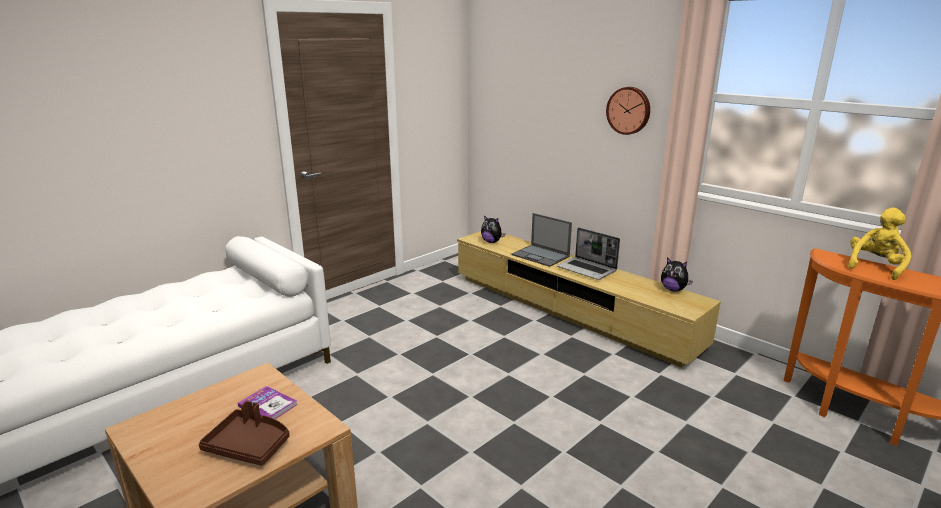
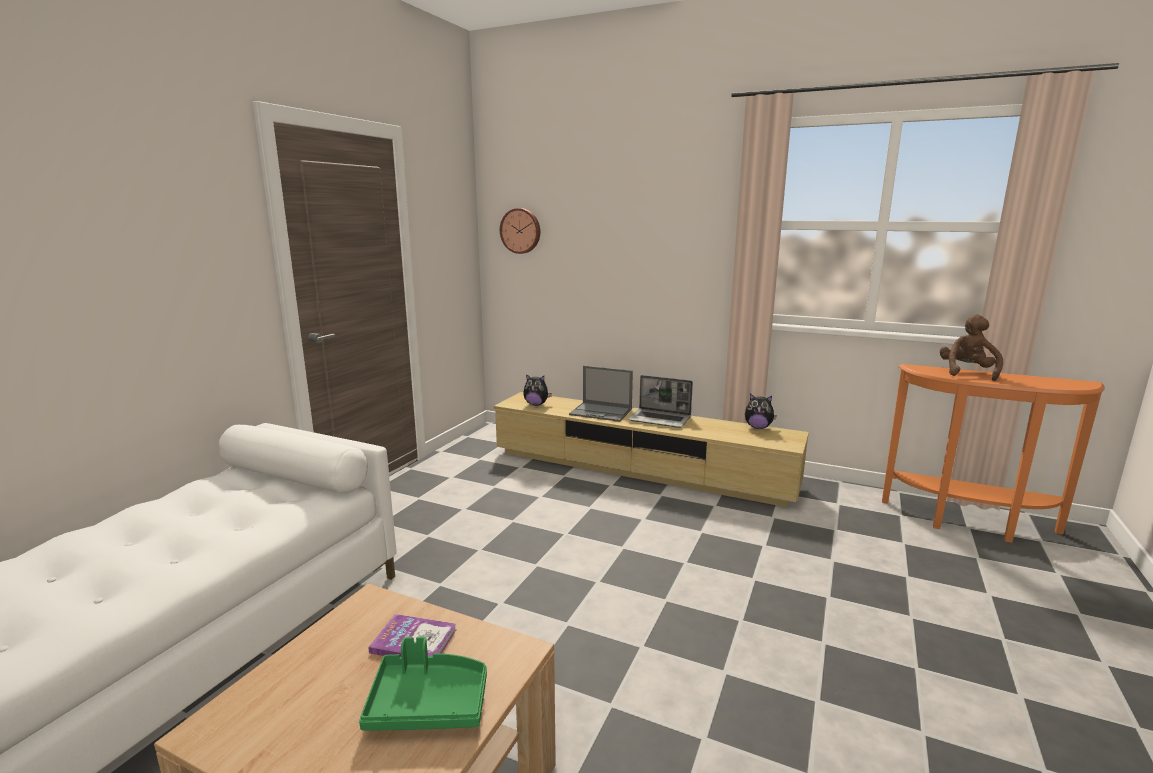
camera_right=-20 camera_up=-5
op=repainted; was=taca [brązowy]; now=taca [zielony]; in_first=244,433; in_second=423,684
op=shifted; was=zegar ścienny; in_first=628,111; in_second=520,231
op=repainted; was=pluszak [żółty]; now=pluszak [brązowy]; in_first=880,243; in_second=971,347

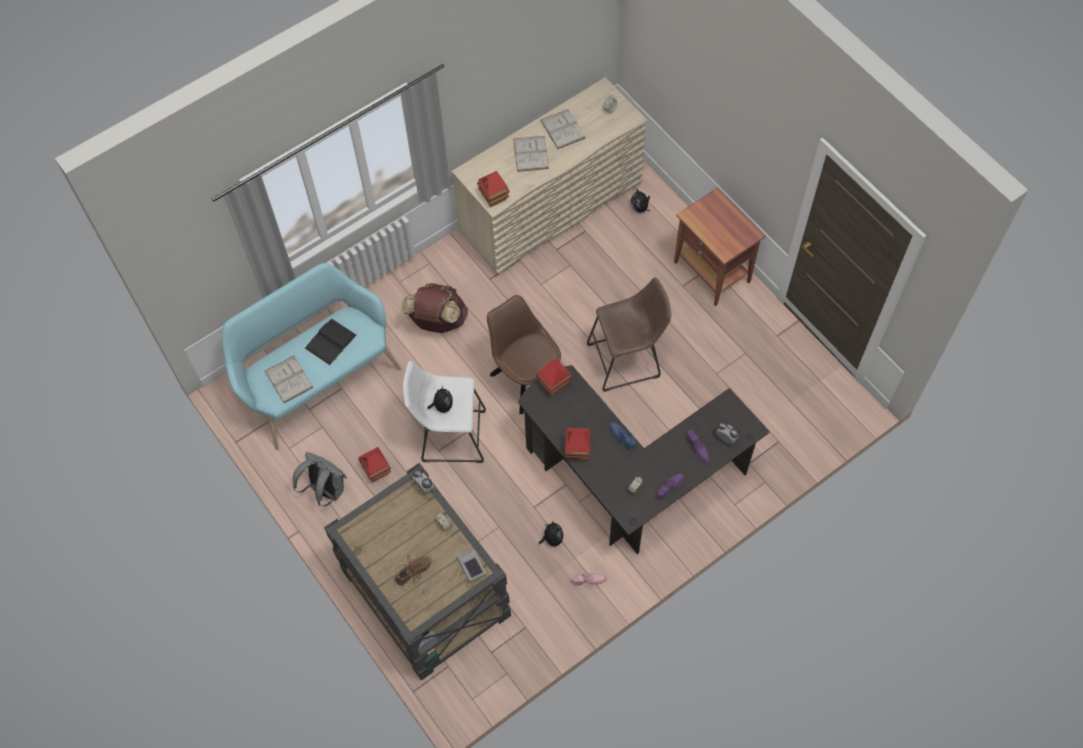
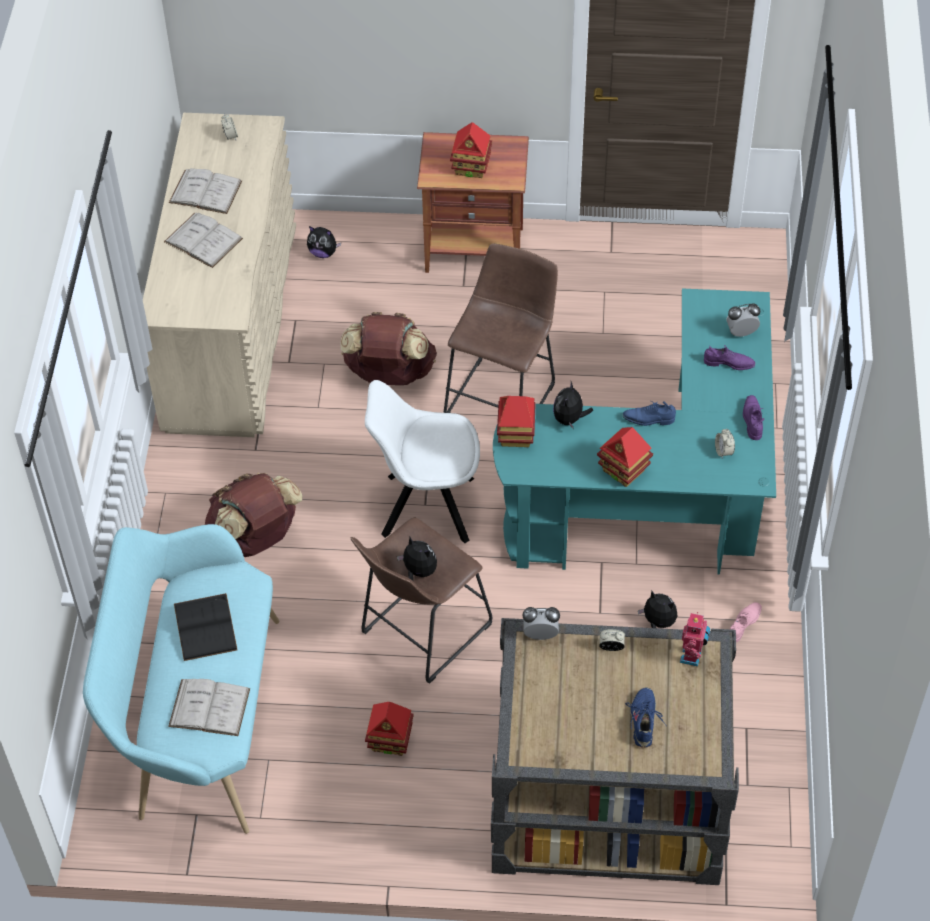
camera_right=-50 camera_up=-10
op=new; now=plecak [brązowy]; in_second=389,348
op=repainted; was=stołek [biały]; now=stołek [brązowy]; in_first=444,412; in_second=422,601
op=repainted; was=krzesło [brązowy]; now=krzesło [biały]; in_first=524,354; in_second=422,461
op=shifted; was=domek; in_first=493,189; in_second=471,150
op=repainted; was=biurko [czarny]; now=biurko [turkusowy]; in_first=644,459; in_second=634,431
op=new; now=pluszak; in_second=573,404
op=repainted; was=but [brązowy]; now=but [niebieski]; in_first=413,570; in_second=645,718
op=swapped; was=książka; now=robot zabawkowy; in_first=471,565; in_second=695,639
op=gone; was=plecak [szary]; in_first=320,479

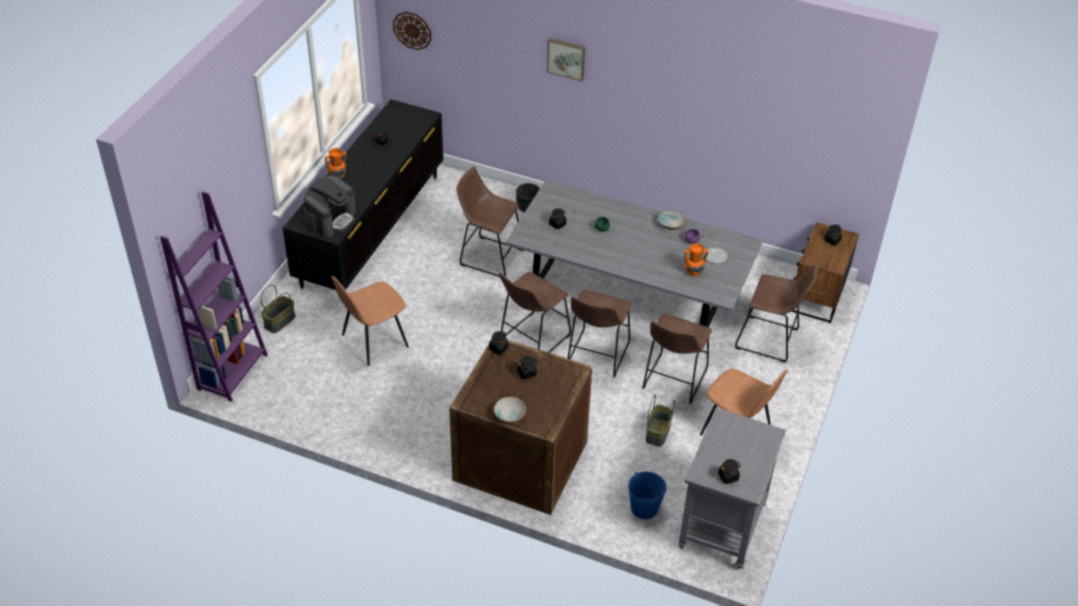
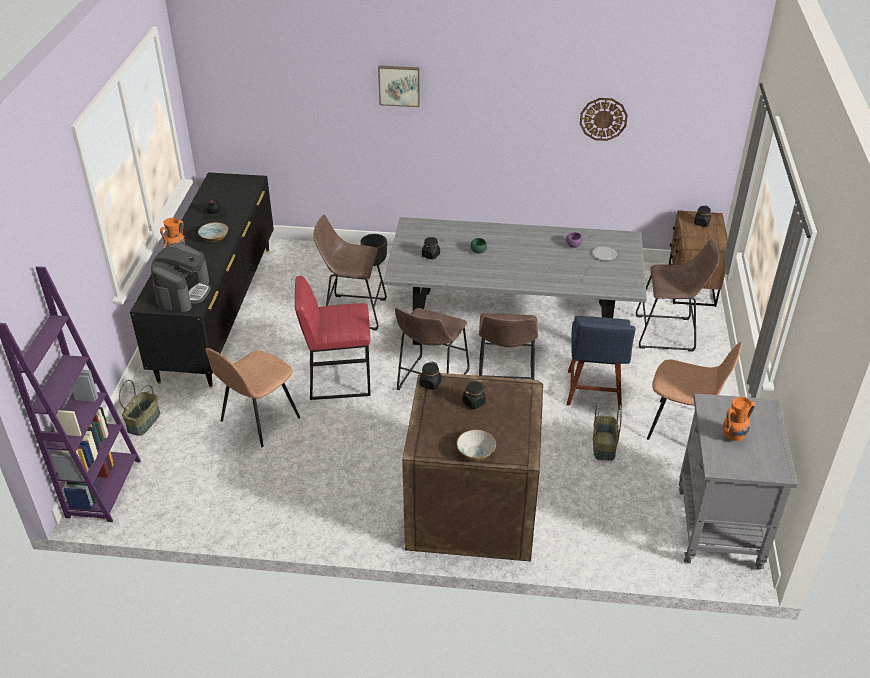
camera_right=-15 camera_up=-5
op=shifted; was=miska; in_first=672,220; in_second=213,232
op=new; now=krzesło [czerwony]; in_second=333,338
op=swapped; was=stołek [brązowy]; now=krzesło [niebieski]; in_first=677,359; in_second=601,363
op=shifted; was=zegar ścienny; in_first=412,31; in_second=604,119
op=shifted; was=wazon [pomarańczowy]; in_first=696,260; in_second=739,419
op=gone; was=wiadro [niebieski]; in_first=647,495
op=gone; was=słoik [czarny]; in_first=729,471

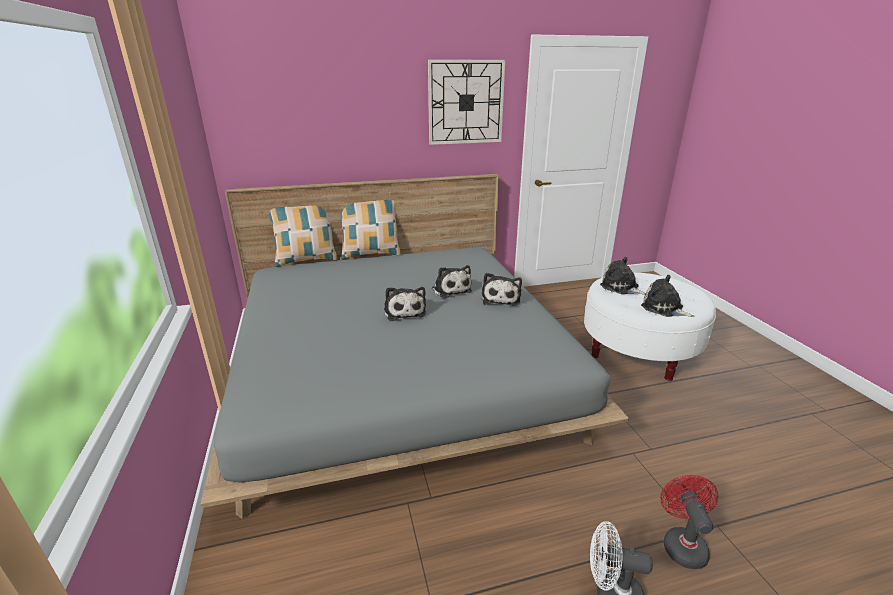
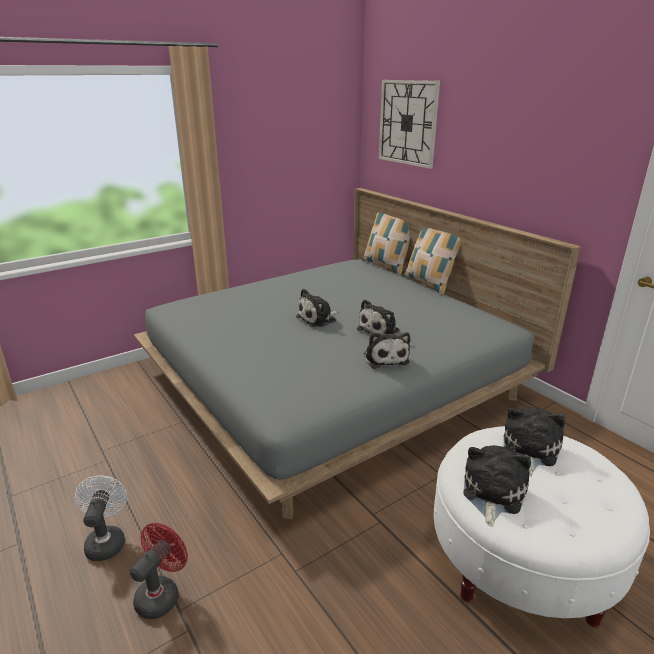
camera_right=70 camera_up=0
op=rotated; was=wentylator [czerwony]; in_first=689,522; in_second=159,571; clockwise=-45
op=rotated; was=pluszak; in_first=502,289; in_second=386,350; clockwise=-90
op=shifted; was=zegar ścienny; in_first=466,102; in_second=409,124

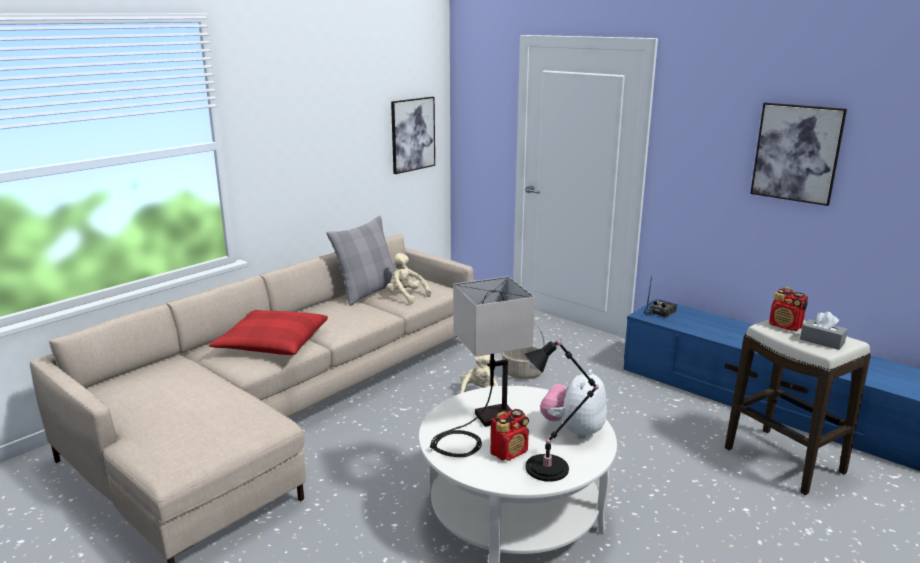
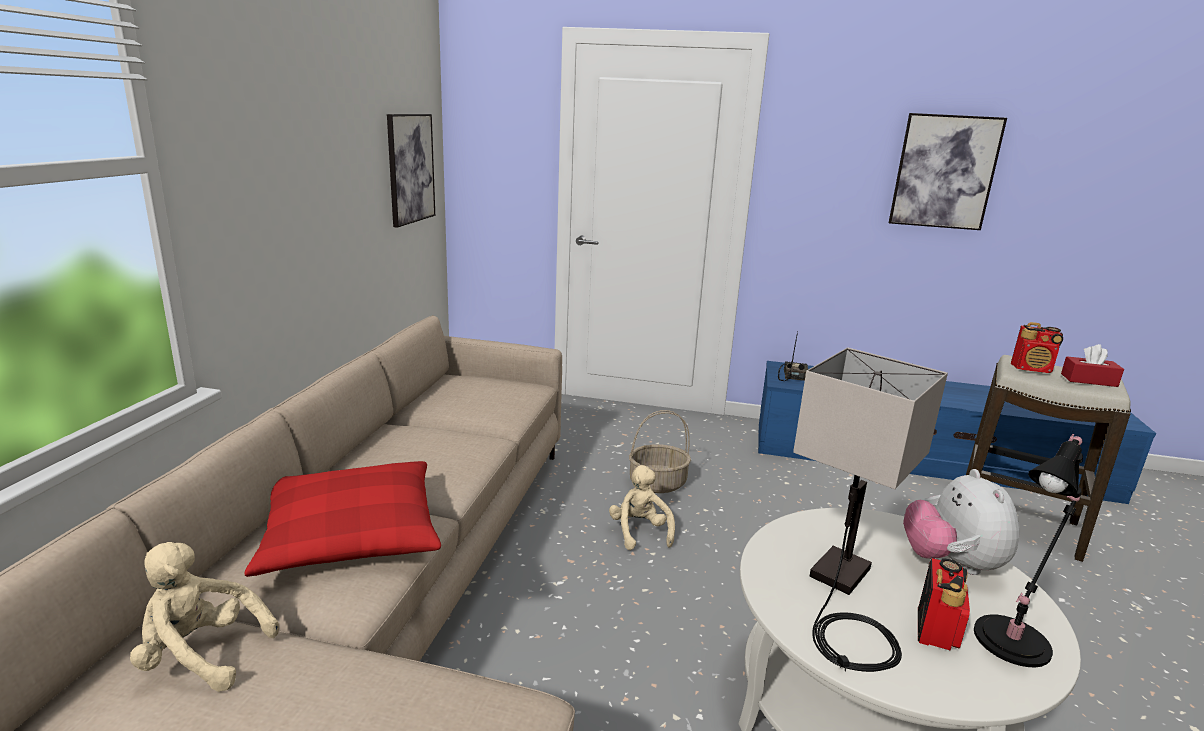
camera_right=-30 camera_up=0
op=shifted; was=pluszak [beżowy]; in_first=409,278; in_second=204,617
op=repainted; was=pudełko chusteczek [szary]; now=pudełko chusteczek [czerwony]; in_first=824,331; in_second=1092,365
op=gone; was=poduszka [szary]; in_first=360,261

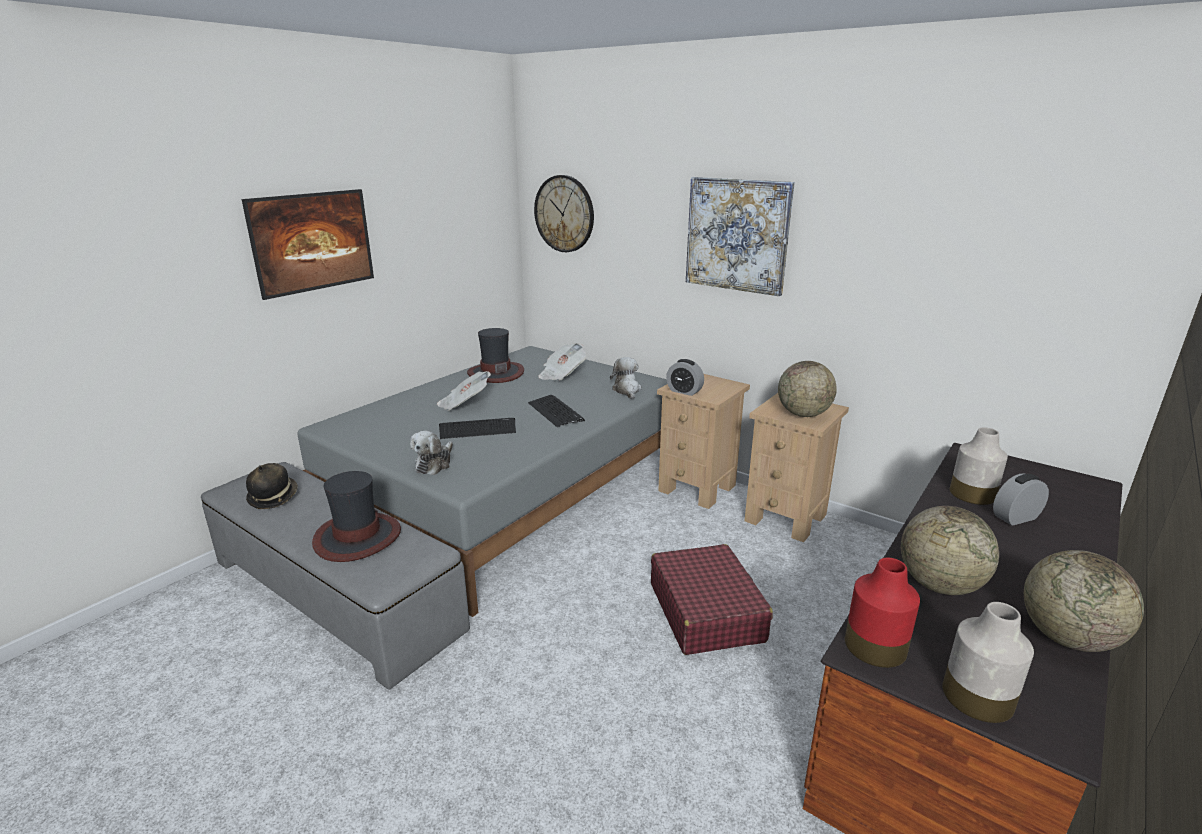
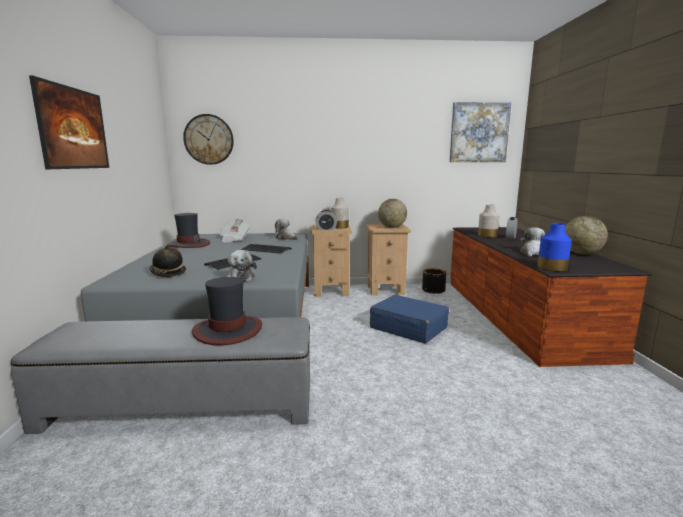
camera_right=-40 camera_up=-10
op=shifted; was=kapelusz; in_first=272,486; in_second=168,261
op=shifted; was=wazon [beżowy]; in_first=988,662; in_second=340,213
op=repainted; was=walizka [czerwony]; now=walizka [niebieski]; in_first=712,599; in_second=409,319
op=new; now=donica [czarny]; in_second=434,281
op=shifted; was=obraz; in_first=740,236; in_second=480,132
op=swapped; was=globus; now=pluszak; in_first=950,550; in_second=532,241
op=repainted; was=wazon [czerwony]; now=wazon [niebieski]; in_first=882,613; in_second=554,247
op=gone; was=gazeta; in_first=464,391

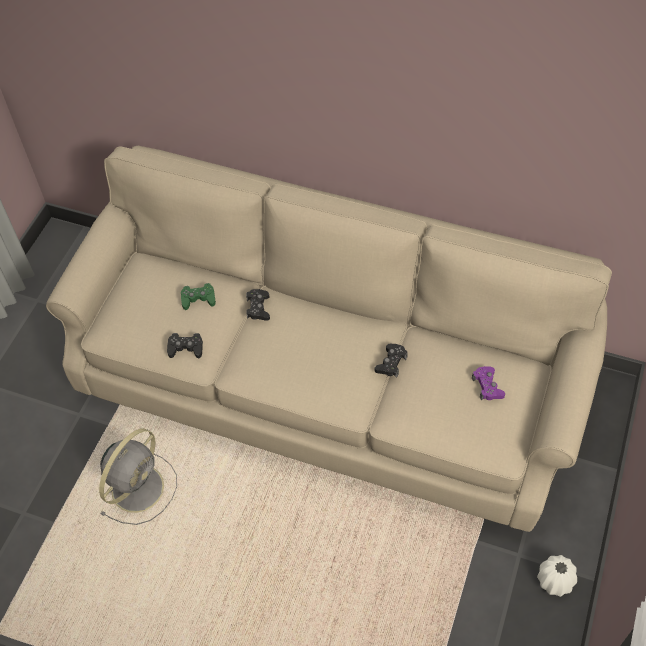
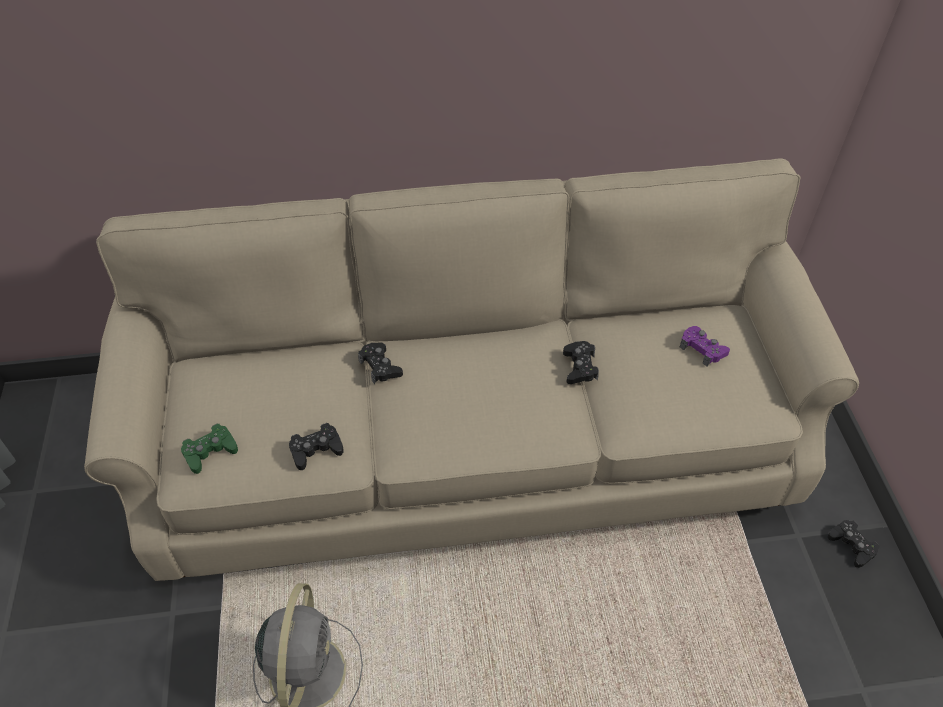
camera_right=-30 camera_up=-5
op=shifted; was=pad do gier [zielony]; in_first=198,296; in_second=209,449
op=swapped; was=wazon [biały]; now=pad do gier [czarny]; in_first=557,576; in_second=854,544

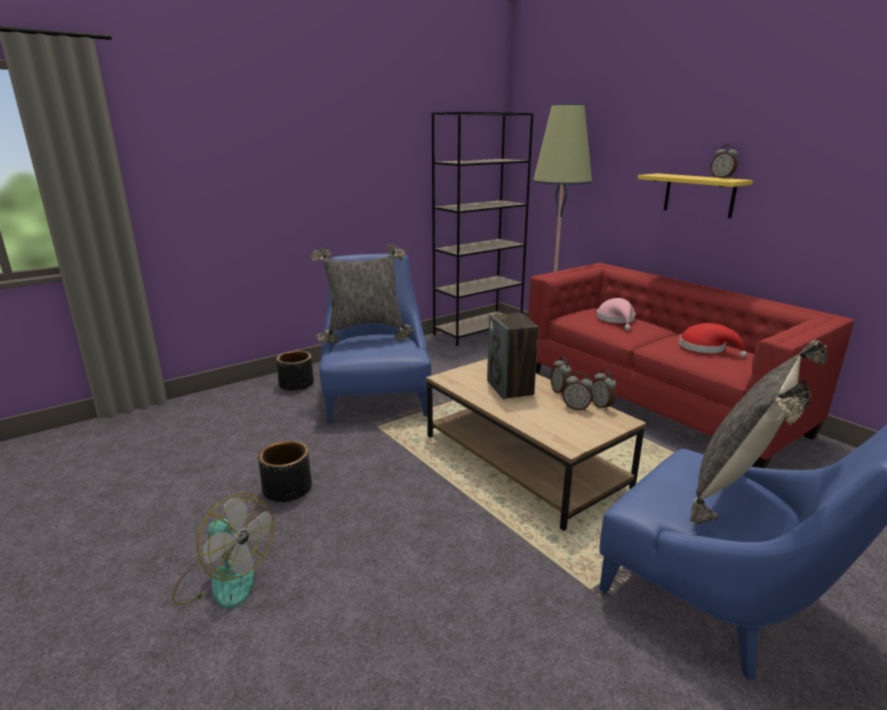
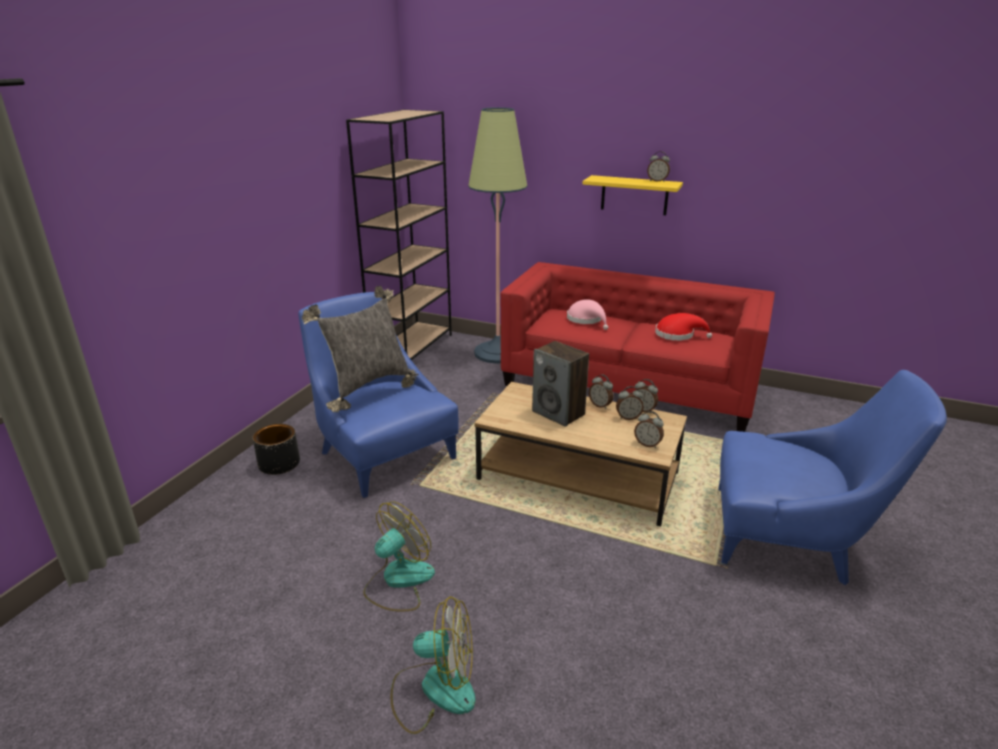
camera_right=-30 camera_up=5
op=swapped; was=donica [czarny]; now=wentylator; in_first=285,471; in_second=399,557
op=new; now=budzik; in_second=649,429
op=gone; was=poduszka; in_first=758,432

